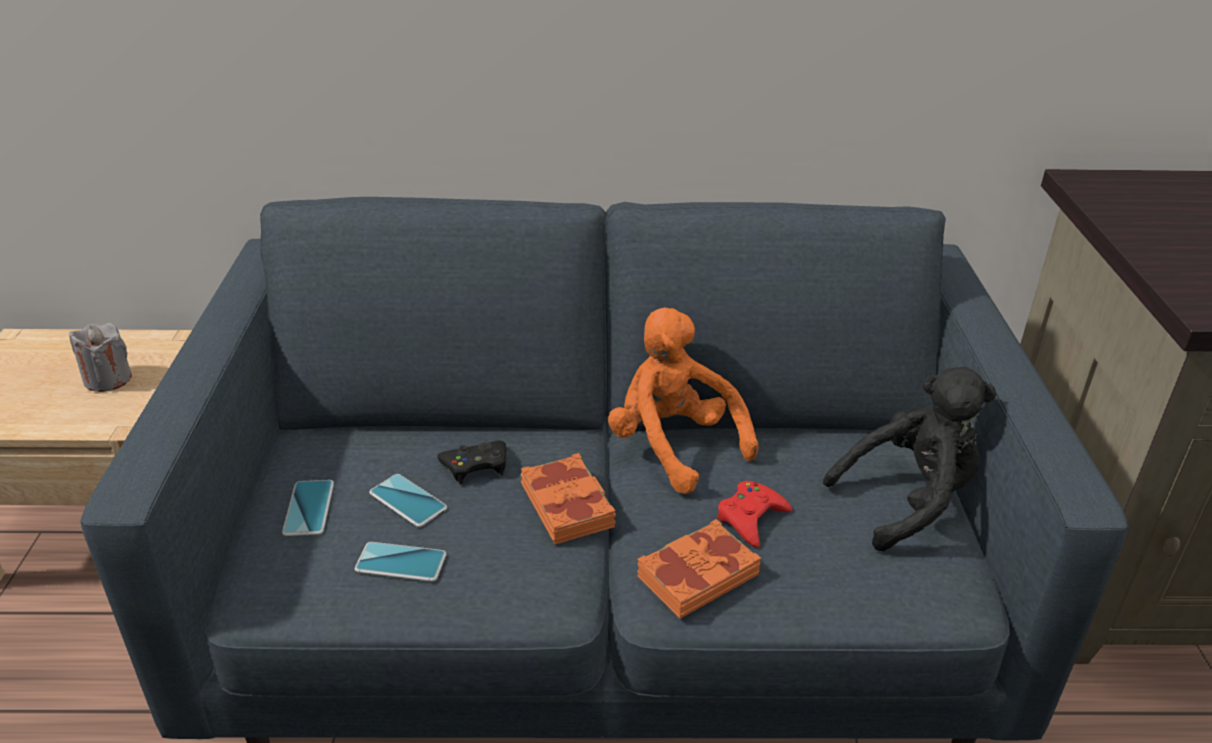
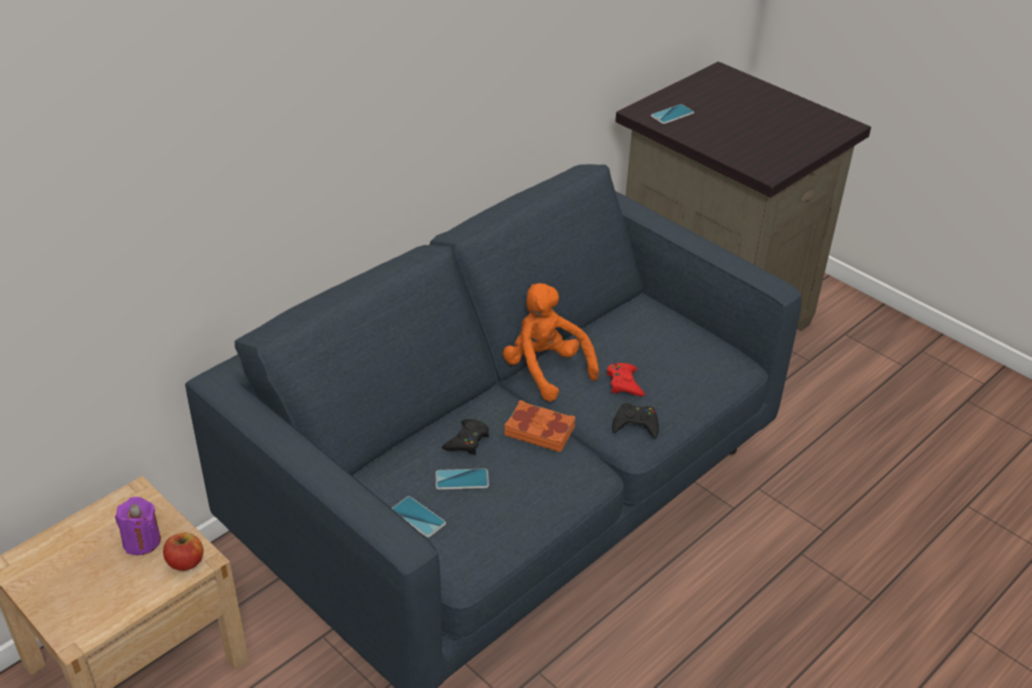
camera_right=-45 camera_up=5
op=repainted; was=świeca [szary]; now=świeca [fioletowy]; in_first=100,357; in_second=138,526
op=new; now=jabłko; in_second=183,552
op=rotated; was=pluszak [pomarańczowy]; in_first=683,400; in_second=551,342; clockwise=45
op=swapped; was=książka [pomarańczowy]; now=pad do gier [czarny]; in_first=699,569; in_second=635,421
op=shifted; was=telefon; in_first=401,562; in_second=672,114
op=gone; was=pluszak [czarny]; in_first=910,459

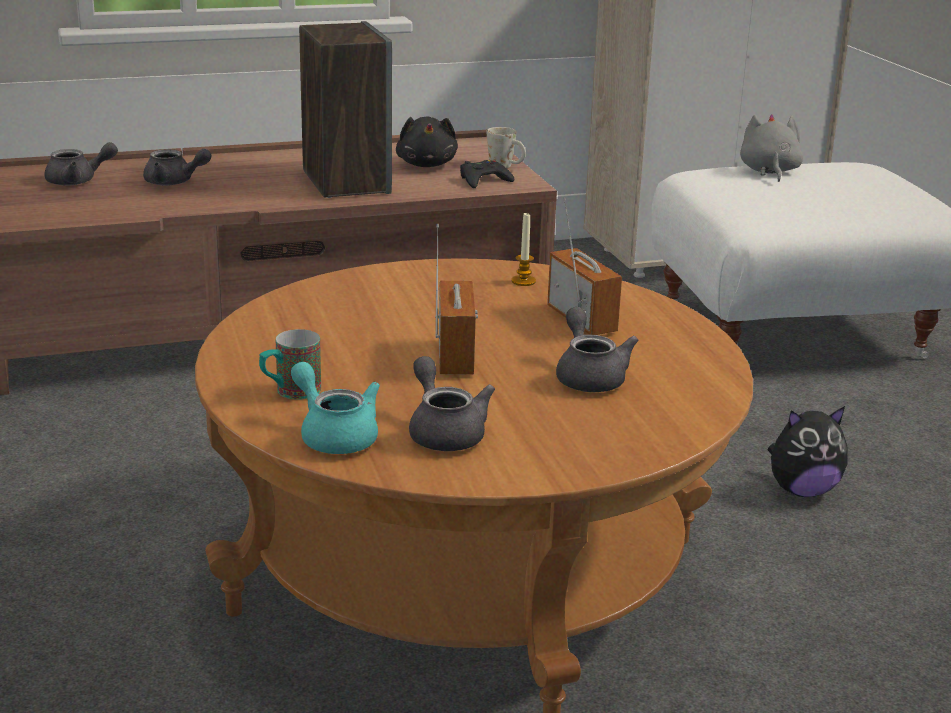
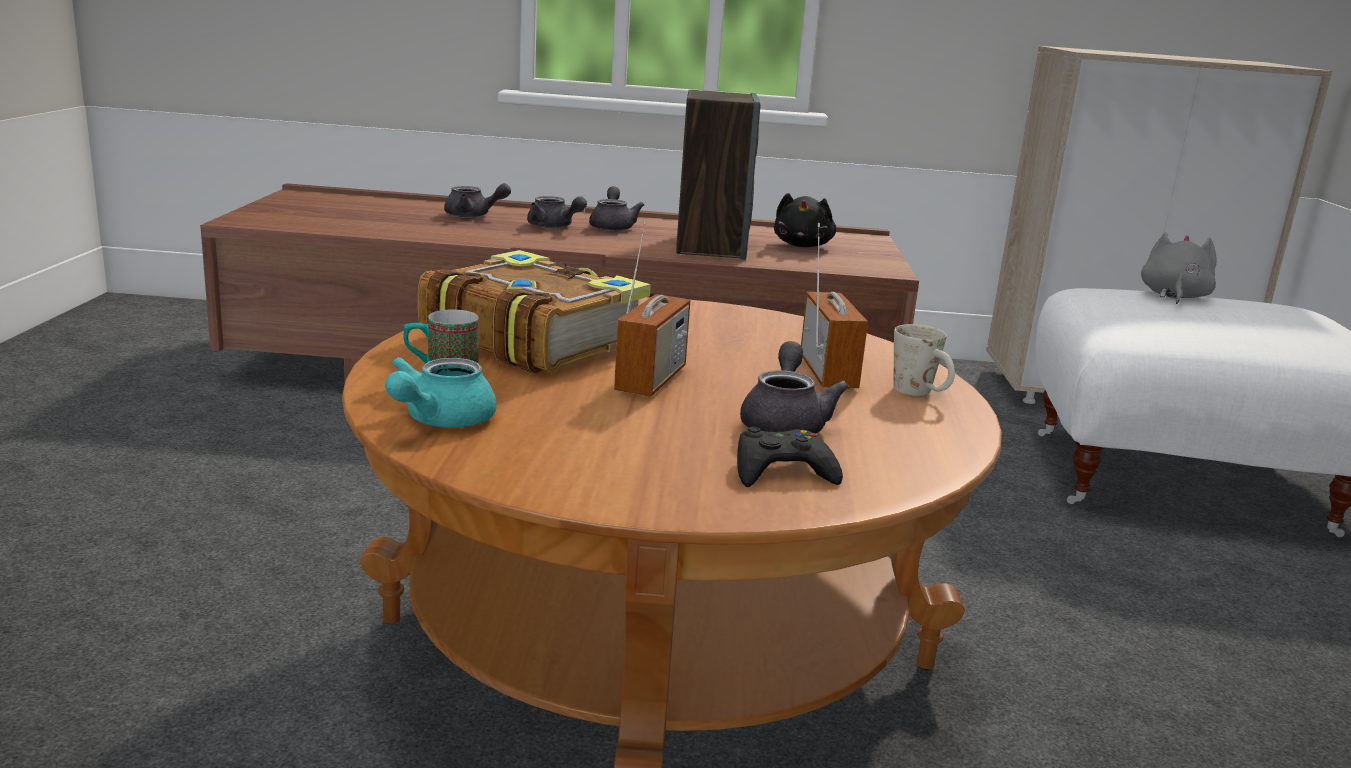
camera_right=20 camera_up=-5
op=rotated; was=imbryk [turkusowy]; in_first=335,408; in_second=441,392; clockwise=-135
op=new; now=książka; in_second=534,311
op=shifted; was=imbryk [szary]; in_first=452,403; in_second=616,208
op=shifted; was=pad do gier [czarny]; in_first=487,174; in_second=790,457
op=shifted; was=kubek [biały]; in_first=506,147; in_second=924,360
op=gone; was=świeca; in_first=523,249
op=gone; was=pluszak; in_first=808,451

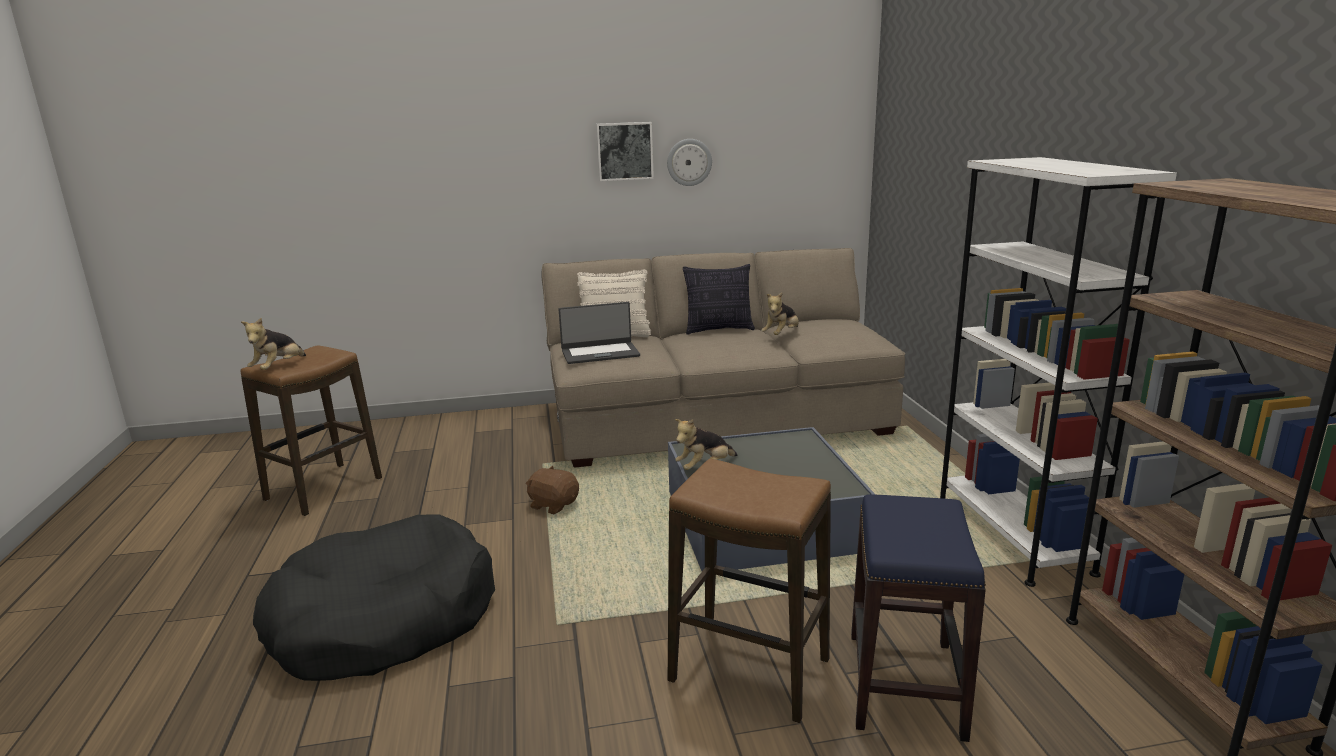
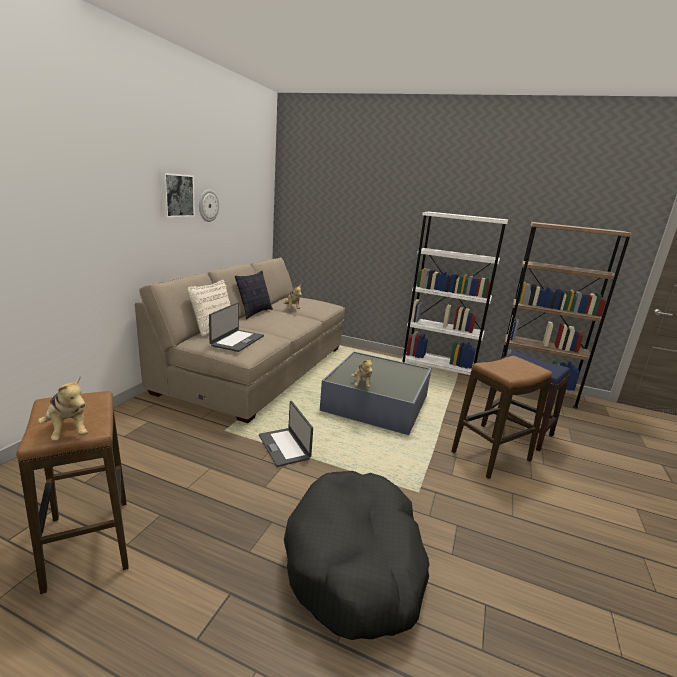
camera_right=-60 camera_up=0
op=swapped; was=pluszak [brązowy]; now=laptop; in_first=552,490; in_second=286,434

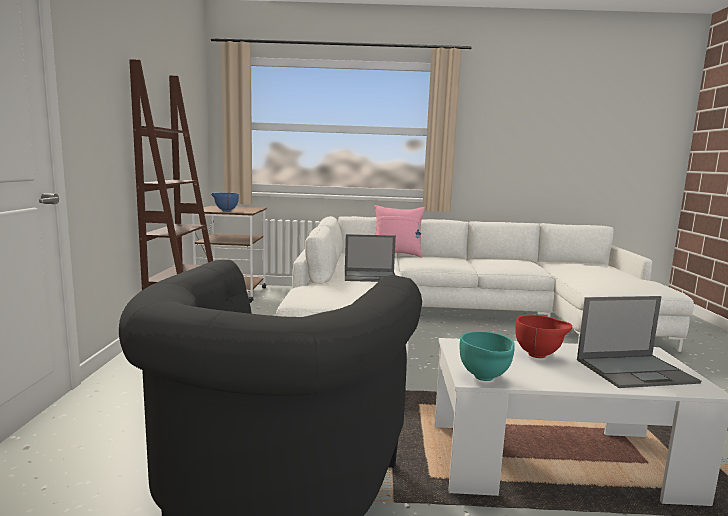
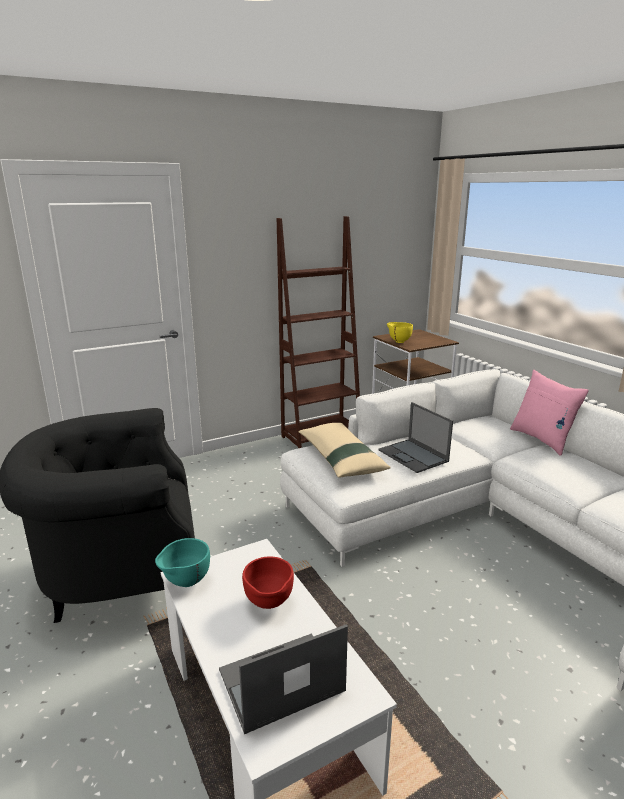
camera_right=60 camera_up=10
op=rotated; was=laptop; in_first=639,342; in_second=283,679; clockwise=105
op=new; now=poduszka [beżowy]; in_second=344,450
op=repainted; was=miska [niebieski]; now=miska [żółty]; in_first=225,202; in_second=400,332

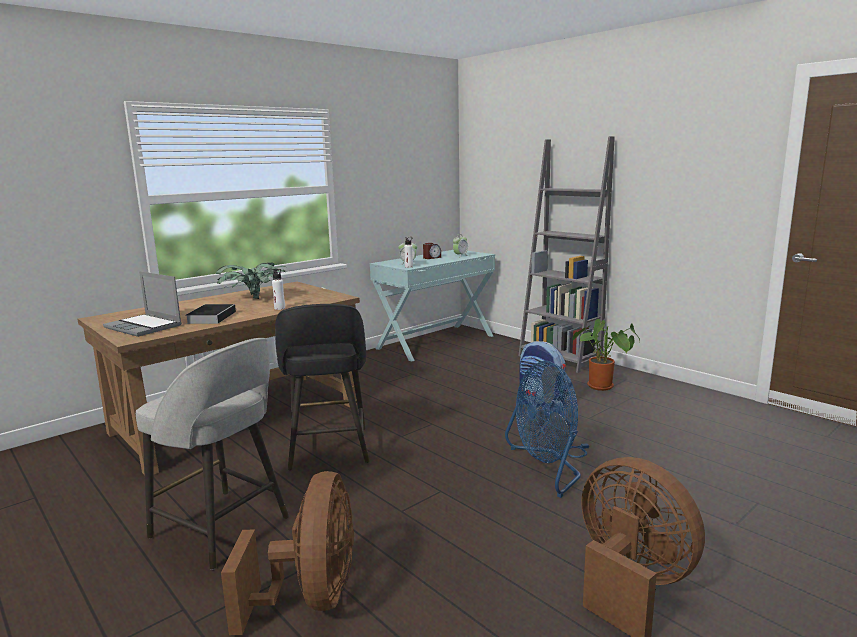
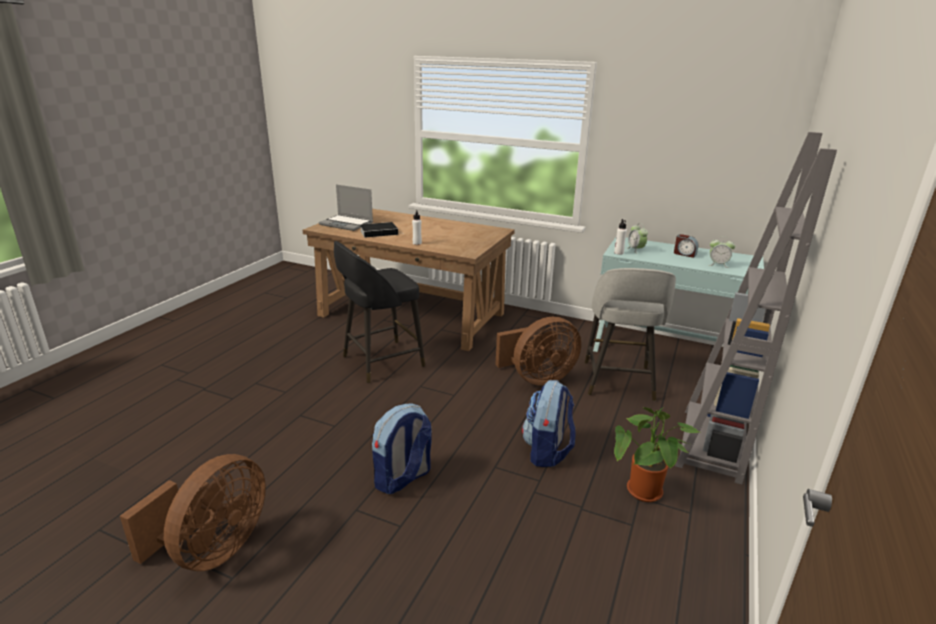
camera_right=65 camera_up=10
op=rotated; was=laptop; in_first=142,304; in_second=346,208; clockwise=-75
op=swapped; was=wentylator [niebieski]; now=plecak; in_first=547,429; in_second=402,448
op=shifted; was=wentylator [brązowy]; in_first=287,553; in_second=538,351
op=shifted; was=stołek [szary]; in_first=212,454; in_second=630,334
op=gone; was=roślina doniczkowa; in_first=251,281

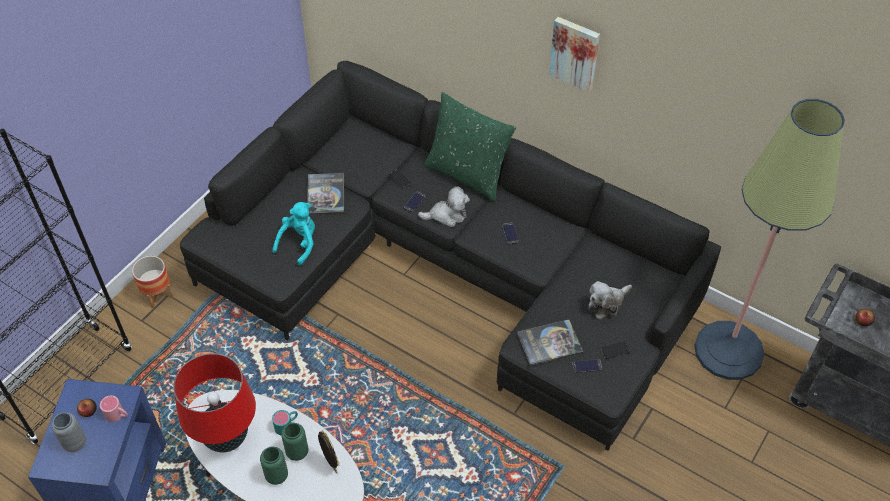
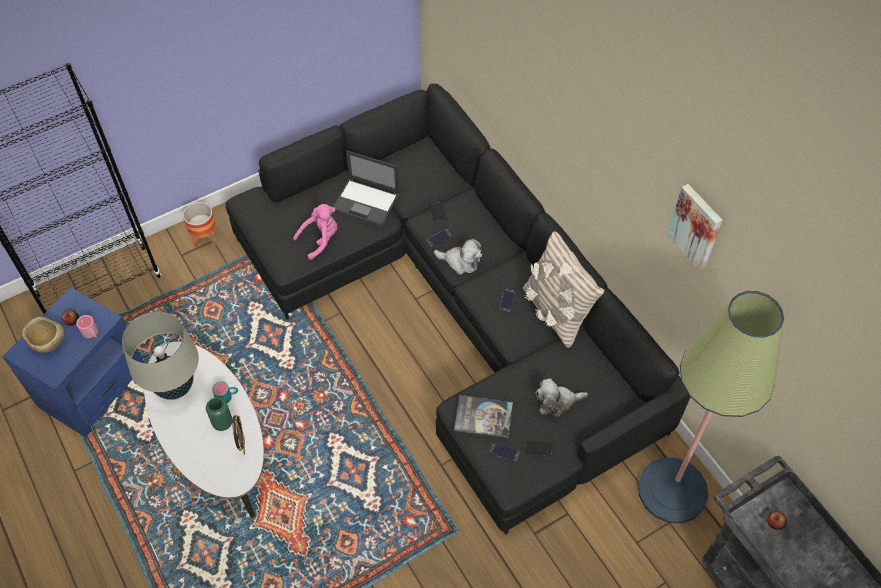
camera_right=25 camera_up=5
op=swapped; was=wazon [szary]; now=miska [beżowy]; in_first=68,432; in_second=43,335
op=repainted; was=lampa stołowa [czerwony]; now=lampa stołowa [beżowy]; in_first=214,403; in_second=160,355
op=repainted; was=pluszak [turkusowy]; now=pluszak [różowy]; in_first=294,234; in_second=315,232
op=swapped; was=książka; now=laptop; in_first=325,193; in_second=366,188
op=new; now=poduszka [beżowy]; in_second=563,289
op=shifted; was=obraz; in_first=574,54; in_second=694,227
op=gone; was=wazon [zielony]; in_first=274,466
op=gone; was=poduszka [zielony]; in_first=470,147

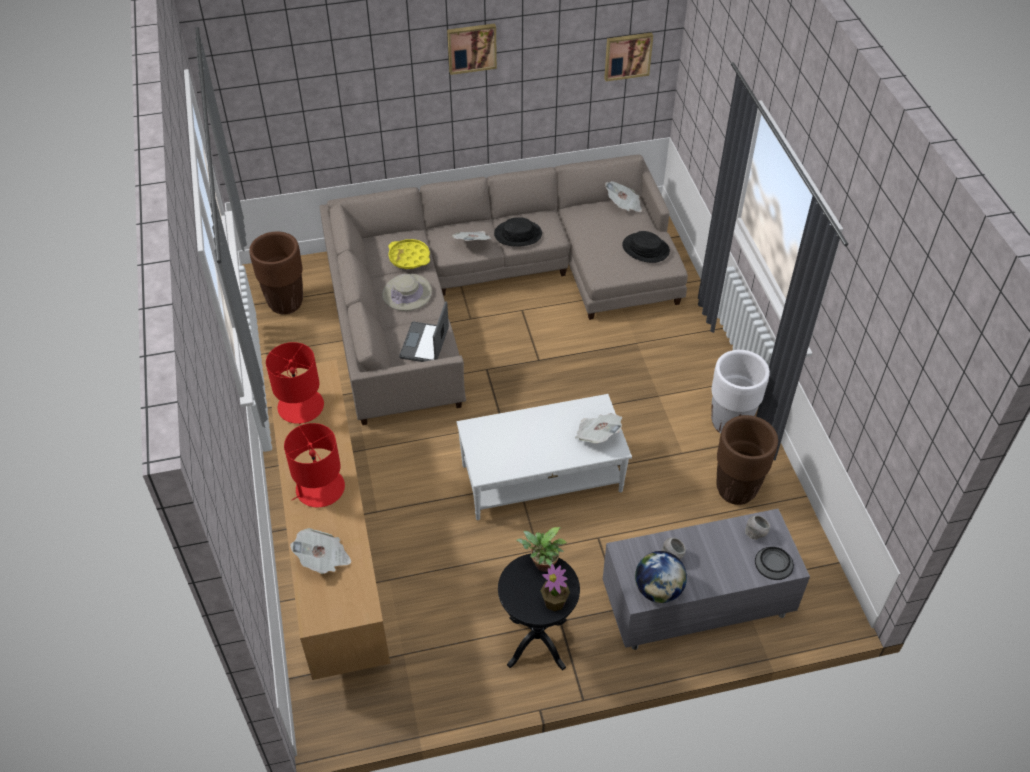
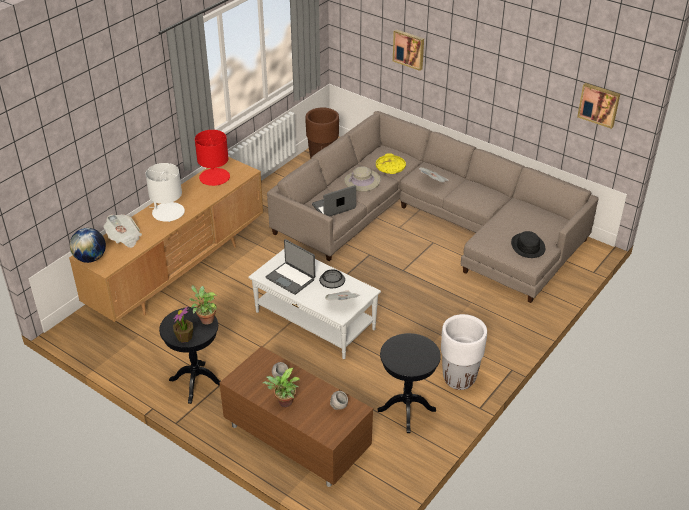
camera_right=50 camera_up=-10
op=shifted; was=globus; in_first=661,577; in_second=88,245
op=repainted; was=lampa stołowa [czerwony]; now=lampa stołowa [biały]; in_first=314,465; in_second=165,192
op=repainted; was=szafka pod telewizor [szary]; now=szafka pod telewizor [brązowy]; in_first=706,579; in_second=296,416
op=new; now=roślina doniczkowa; in_second=281,387
op=new; now=laptop; in_second=290,267
op=shifted; was=miska; in_first=774,563; in_second=332,278
op=swapped; was=donica [brązowy]; now=stolik [czarny]; in_first=747,460; in_second=409,383
op=shifted; was=obraz; in_first=472,49; in_second=408,50
op=gone; was=kapelusz [czarny]; in_first=518,232
op=gone; was=gazeta; in_first=623,196

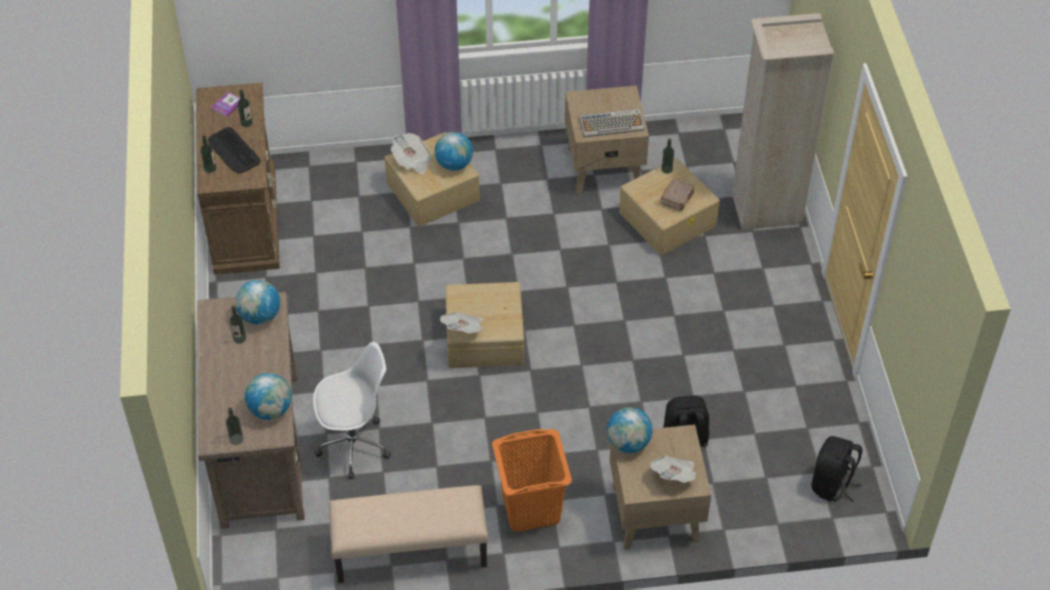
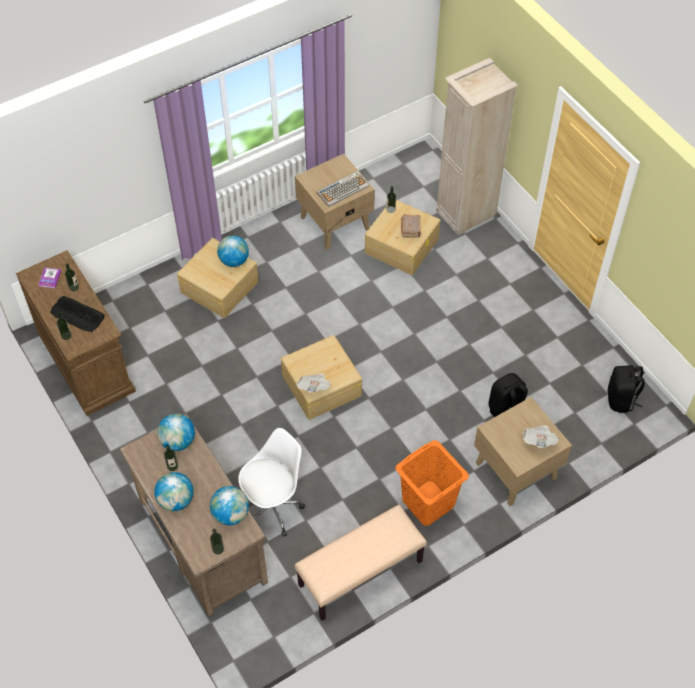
camera_right=-25 camera_up=5
op=shifted; was=globus; in_first=630,430; in_second=174,491
op=gone; was=gazeta; in_first=411,153

